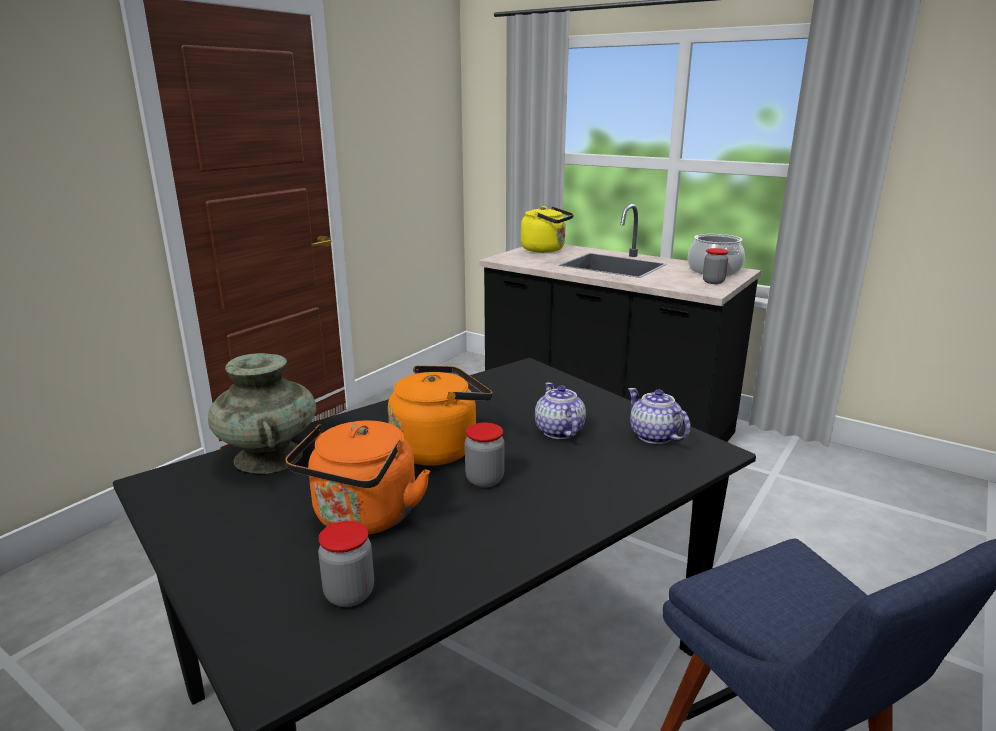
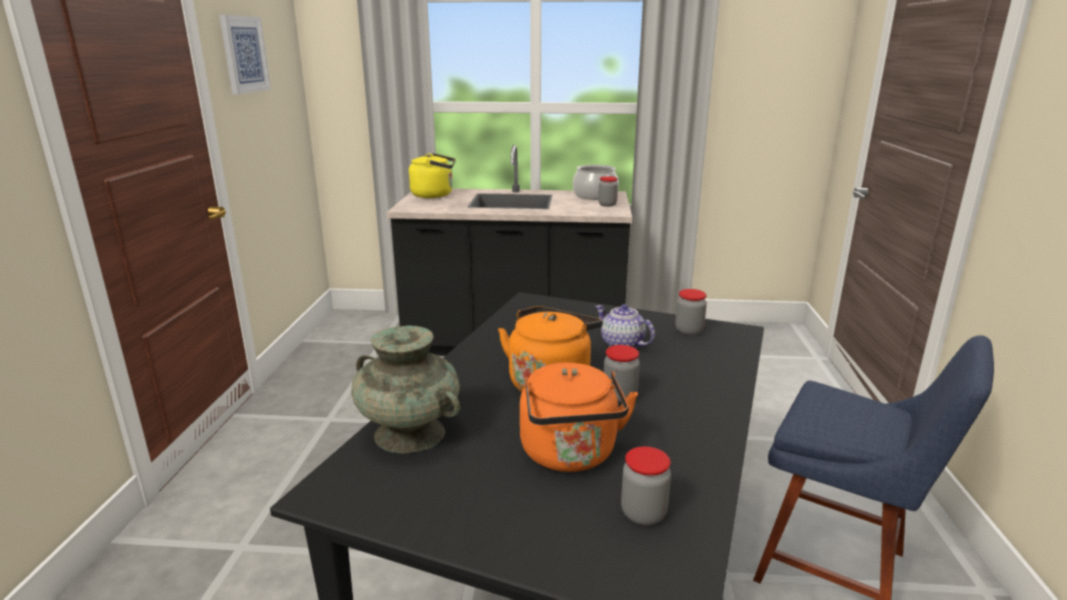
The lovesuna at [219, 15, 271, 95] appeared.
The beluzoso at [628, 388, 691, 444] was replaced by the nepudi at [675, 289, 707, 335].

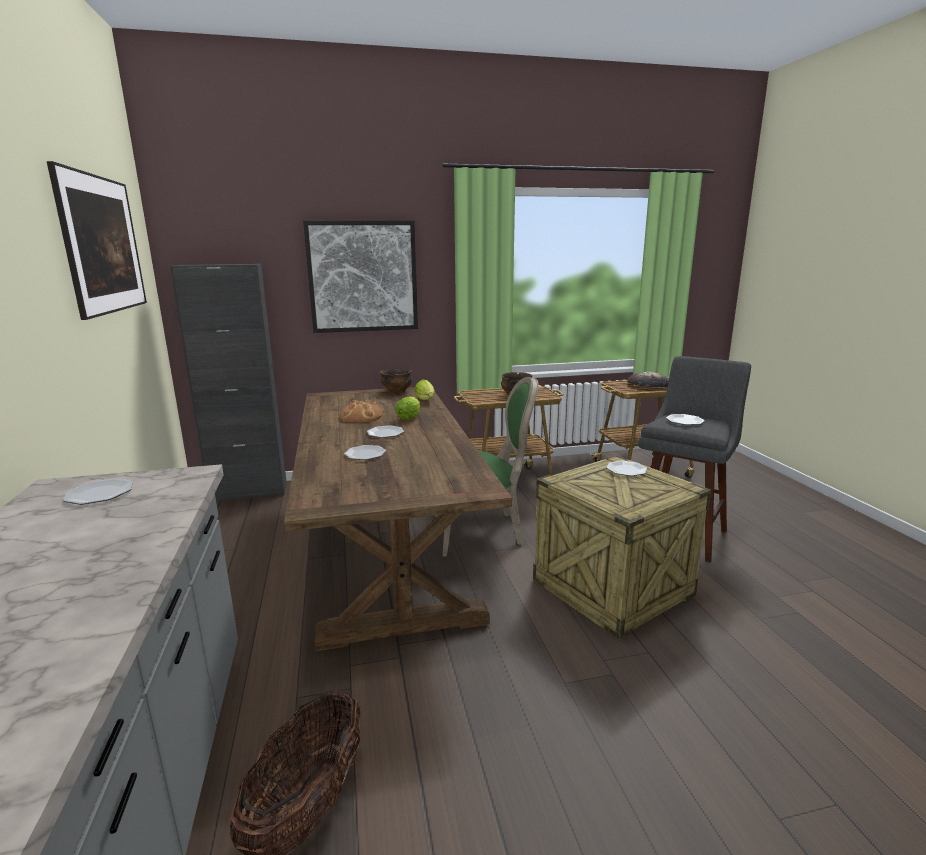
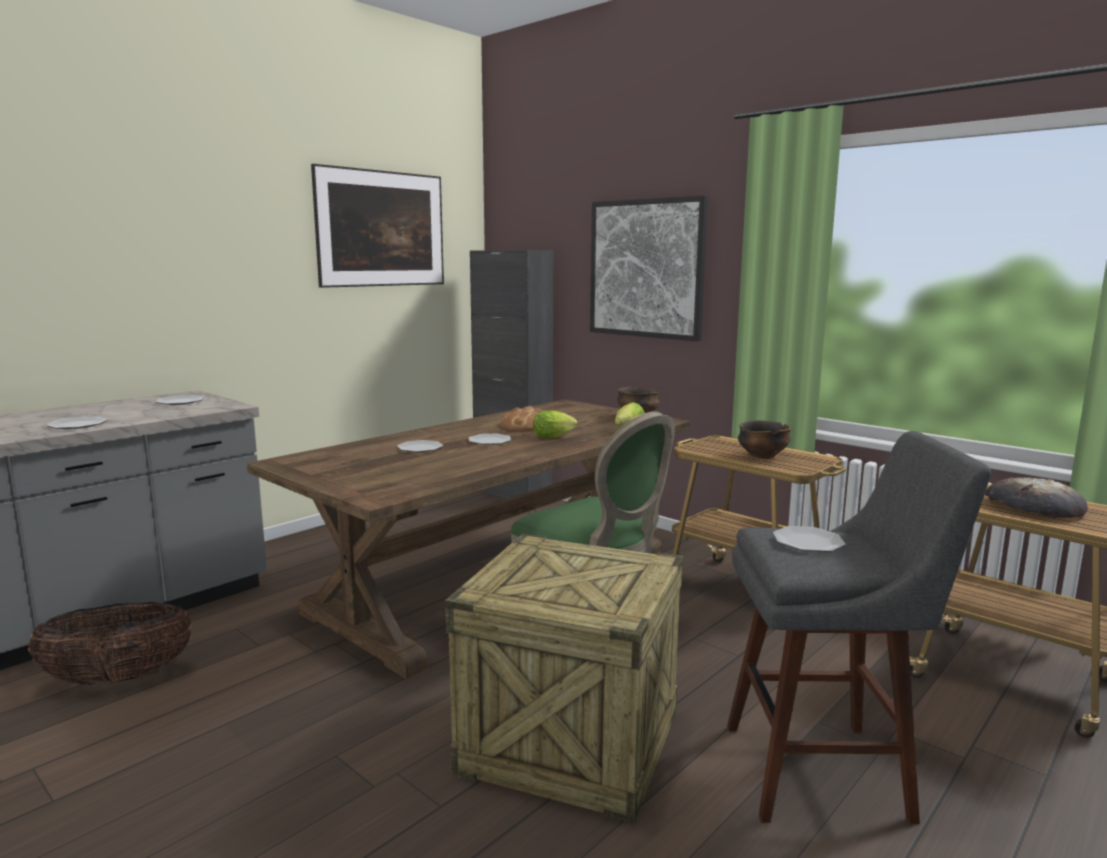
The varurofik moved from [606, 461, 647, 476] to [46, 417, 108, 429].

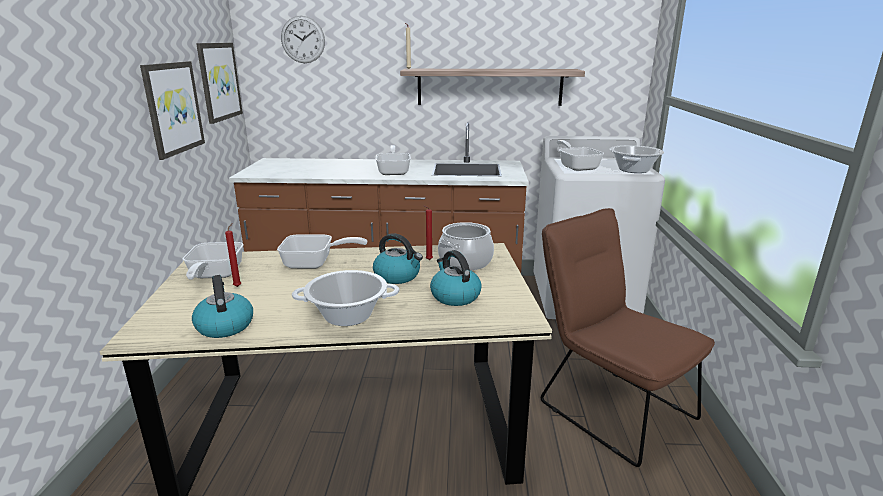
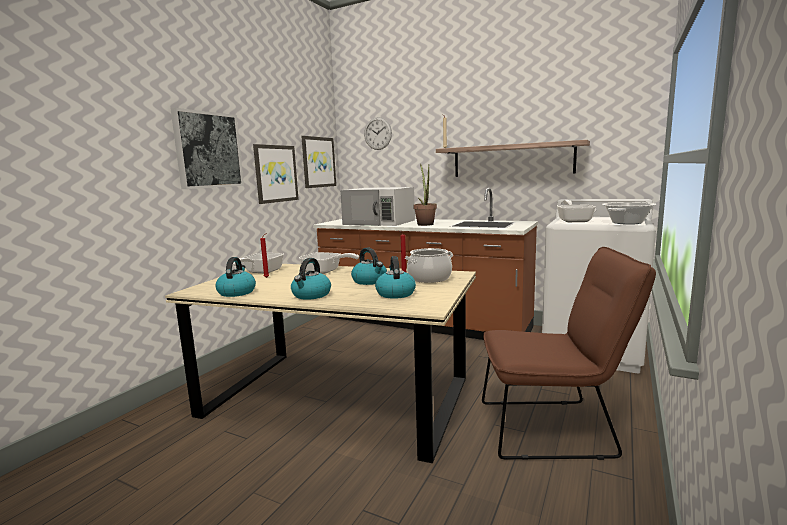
The lovesuna at [170, 108, 244, 189] appeared.
The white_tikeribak at [340, 187, 415, 226] appeared.
The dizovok at [292, 270, 399, 326] was replaced by the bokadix at [291, 258, 331, 300].
The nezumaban at [376, 145, 411, 175] was replaced by the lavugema at [414, 164, 437, 226].
The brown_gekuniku at [541, 208, 715, 467] turned 105 degrees clockwise.

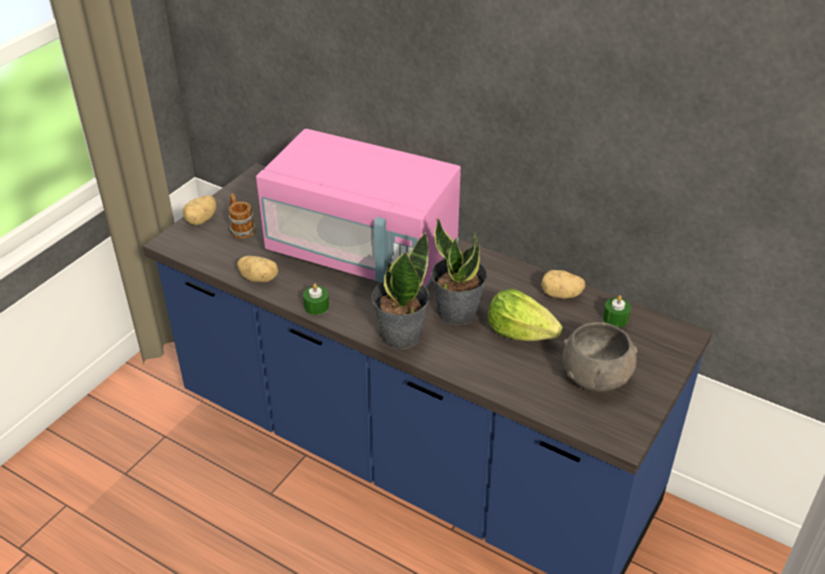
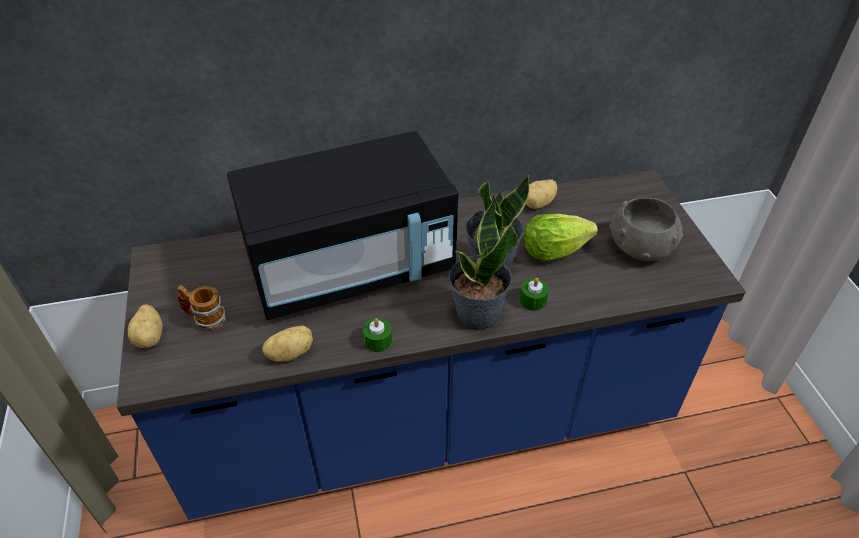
The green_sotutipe moved from [603, 295, 631, 327] to [520, 278, 549, 311].
The pink_tikeribak at [256, 129, 461, 288] became the black_tikeribak at [227, 131, 458, 320].

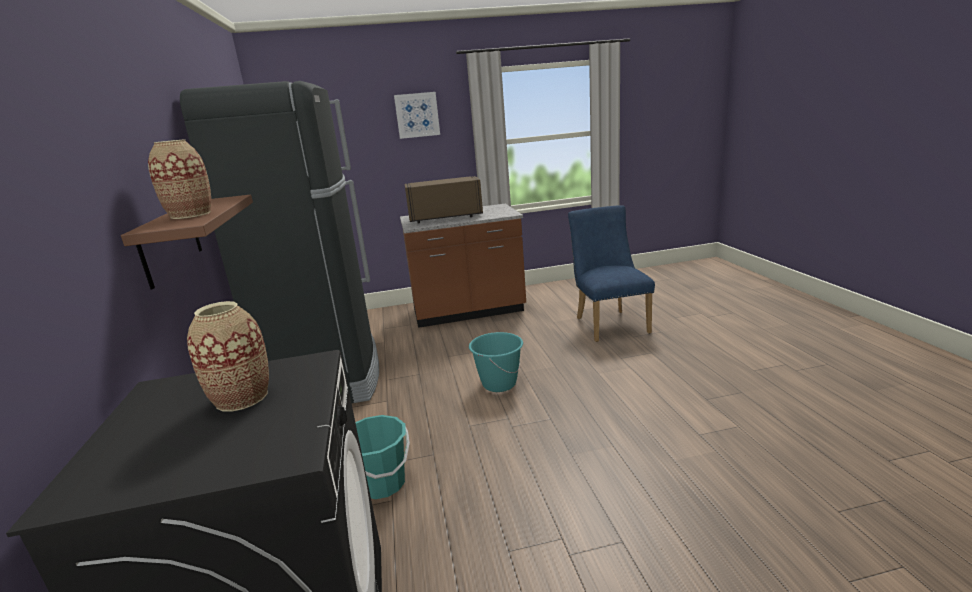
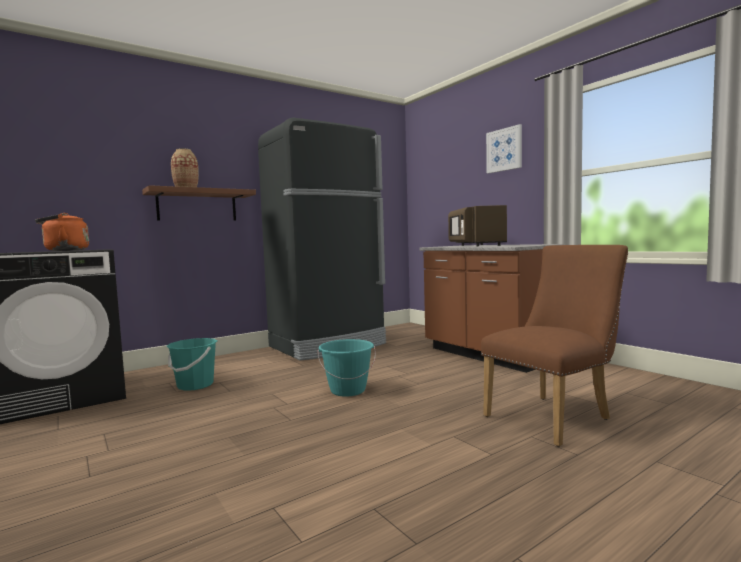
The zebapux at [187, 301, 269, 412] was replaced by the orange_bokadix at [35, 213, 89, 251].
The blue_gekuniku at [568, 205, 655, 342] became the brown_gekuniku at [481, 245, 628, 447].
The brown_tikeribak at [405, 176, 483, 224] turned 150 degrees counterclockwise.

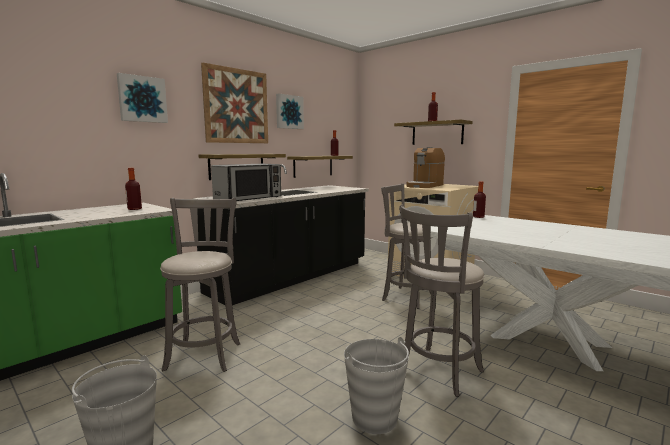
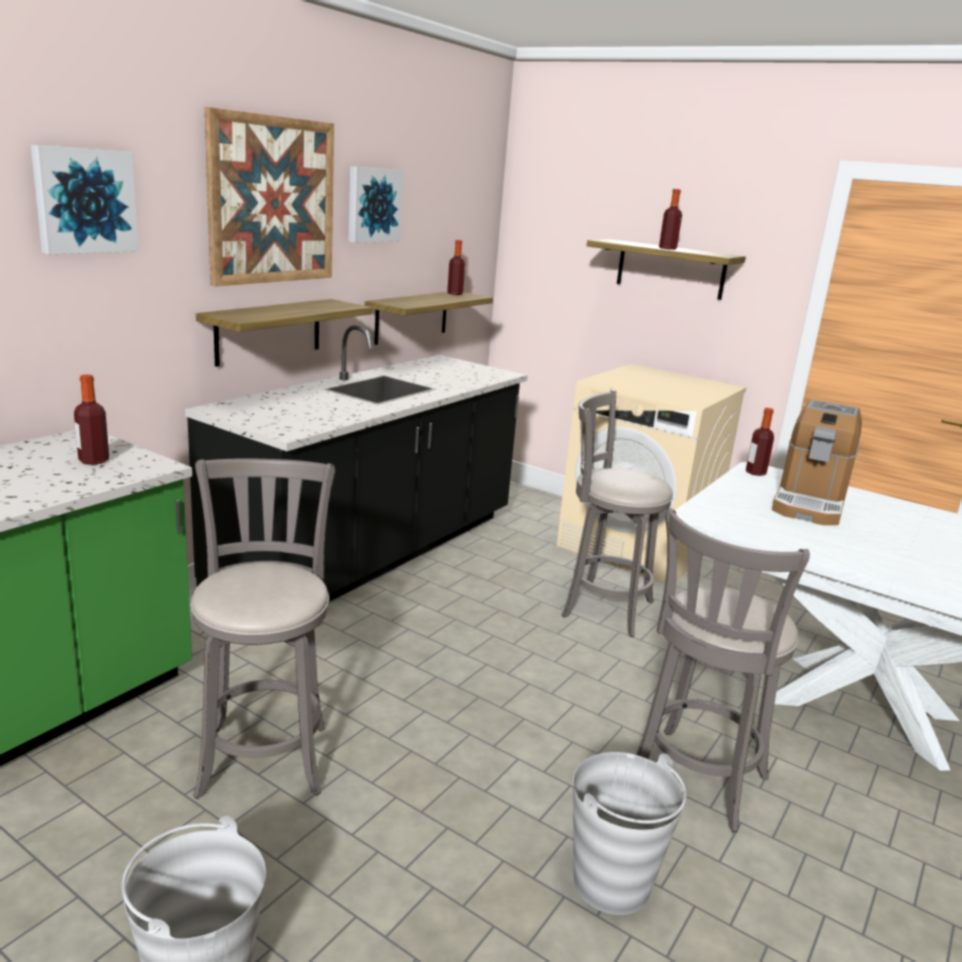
The tikeribak at [211, 164, 281, 201] disappeared.
The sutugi moved from [406, 147, 445, 188] to [772, 399, 862, 525].

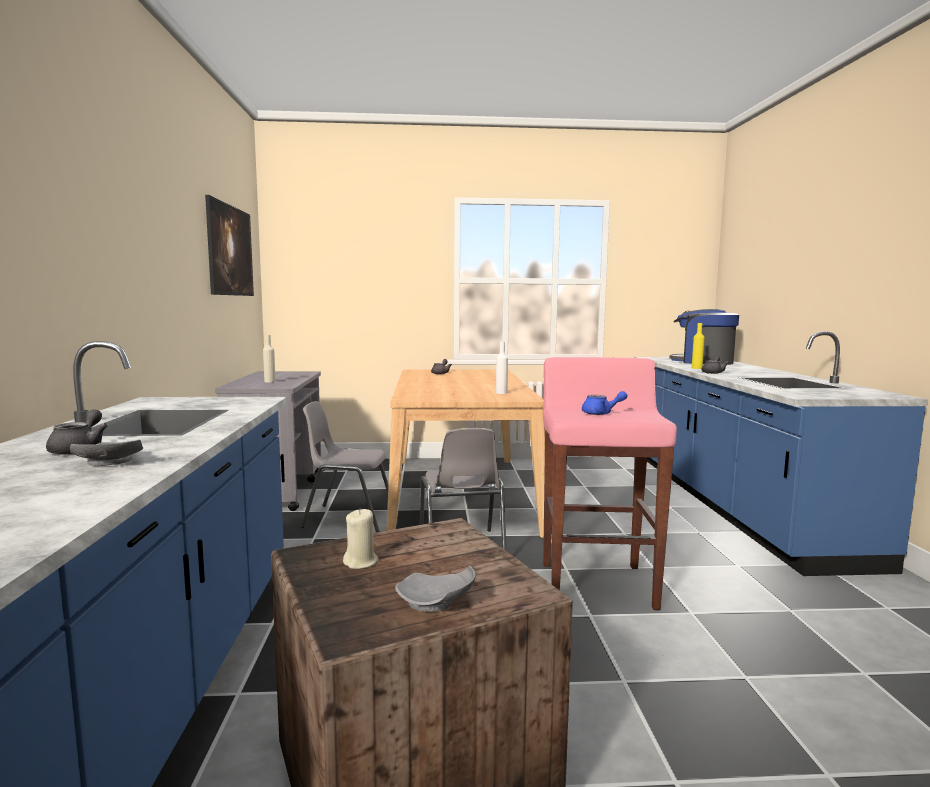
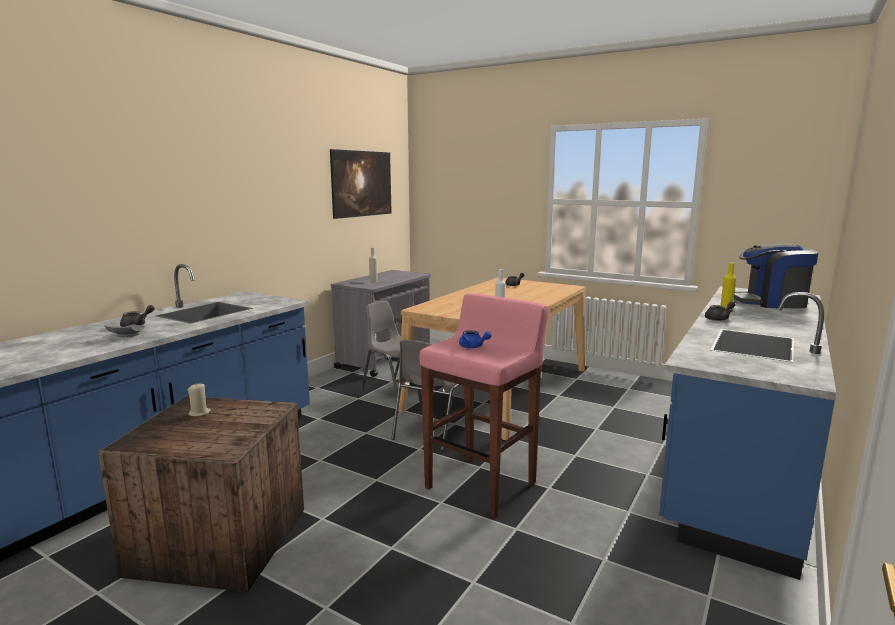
The grey_varurofik at [395, 566, 475, 612] disappeared.
The sutugi at [669, 309, 739, 365] turned 60 degrees counterclockwise.

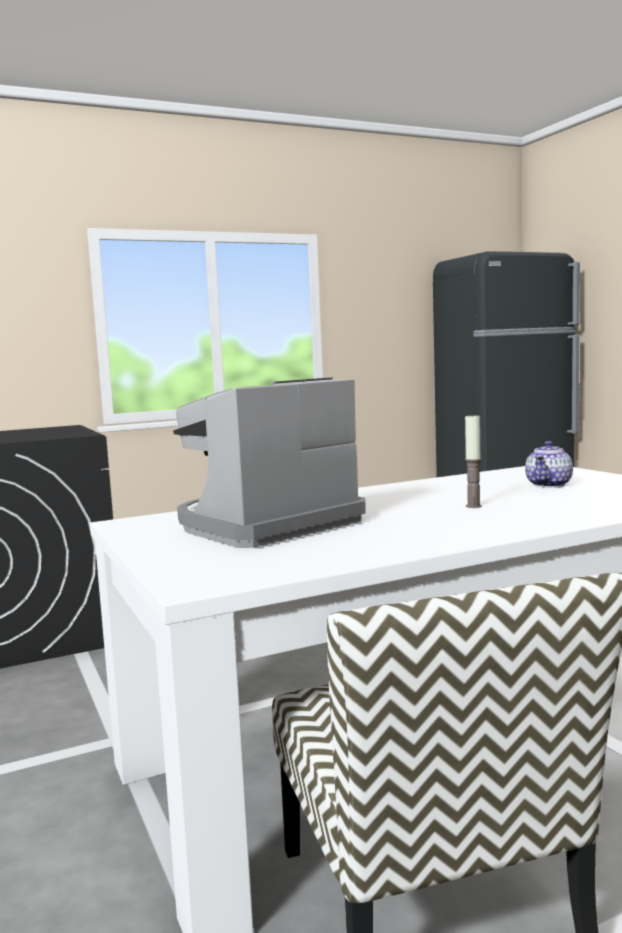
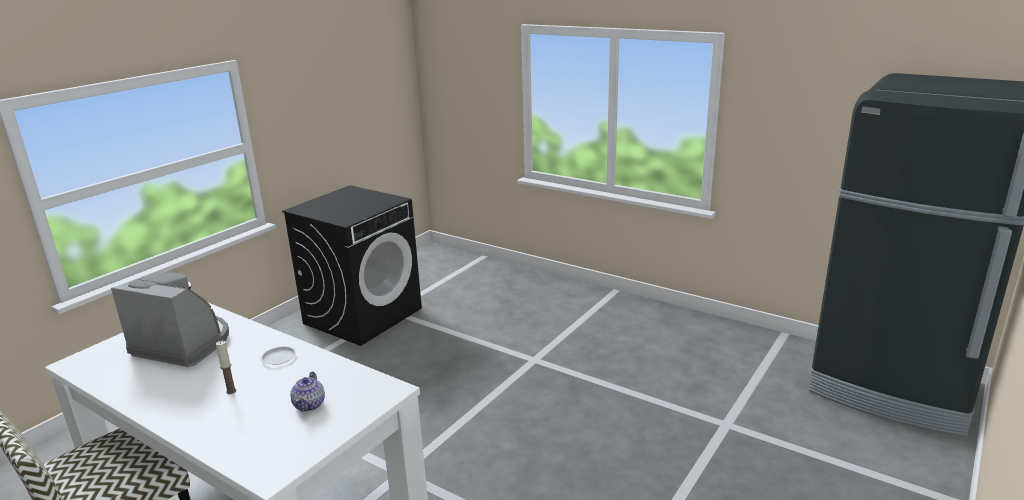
The white_varurofik at [260, 346, 296, 365] appeared.
The beluzoso at [525, 441, 573, 488] turned 90 degrees counterclockwise.

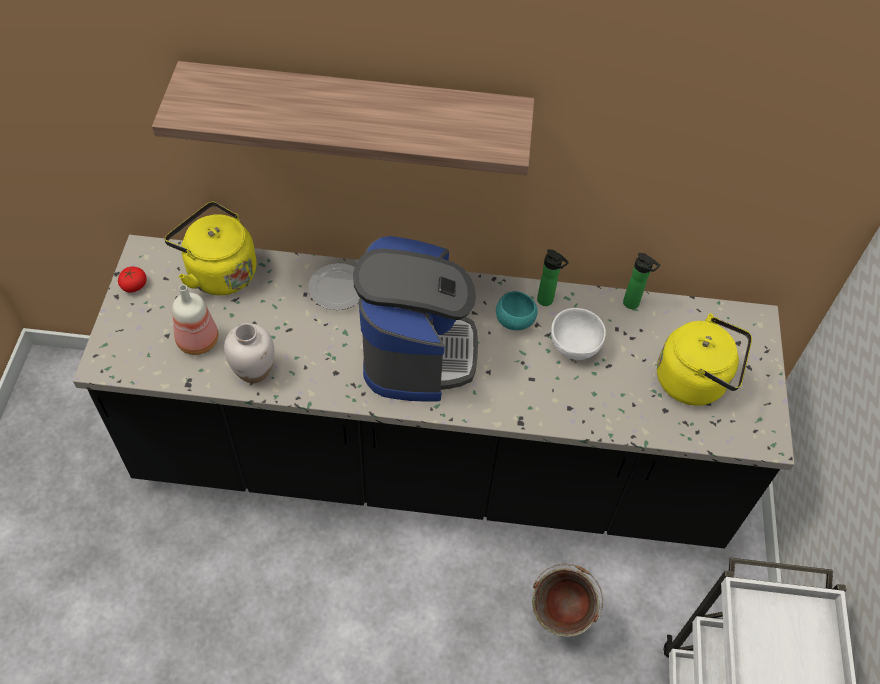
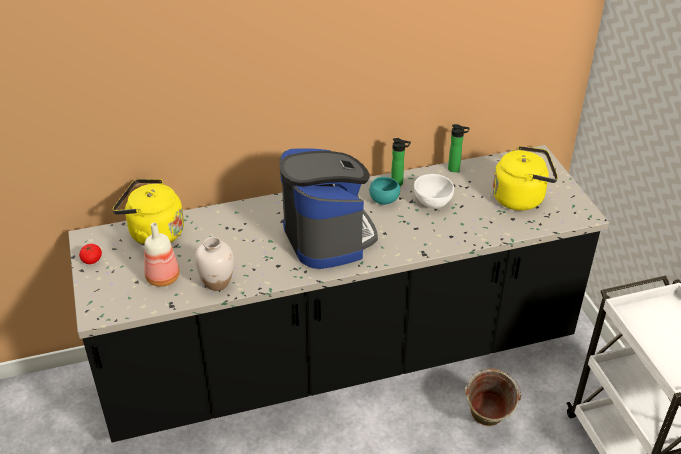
The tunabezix at [152, 61, 534, 175] disappeared.
The varurofik at [308, 263, 360, 310] disappeared.

